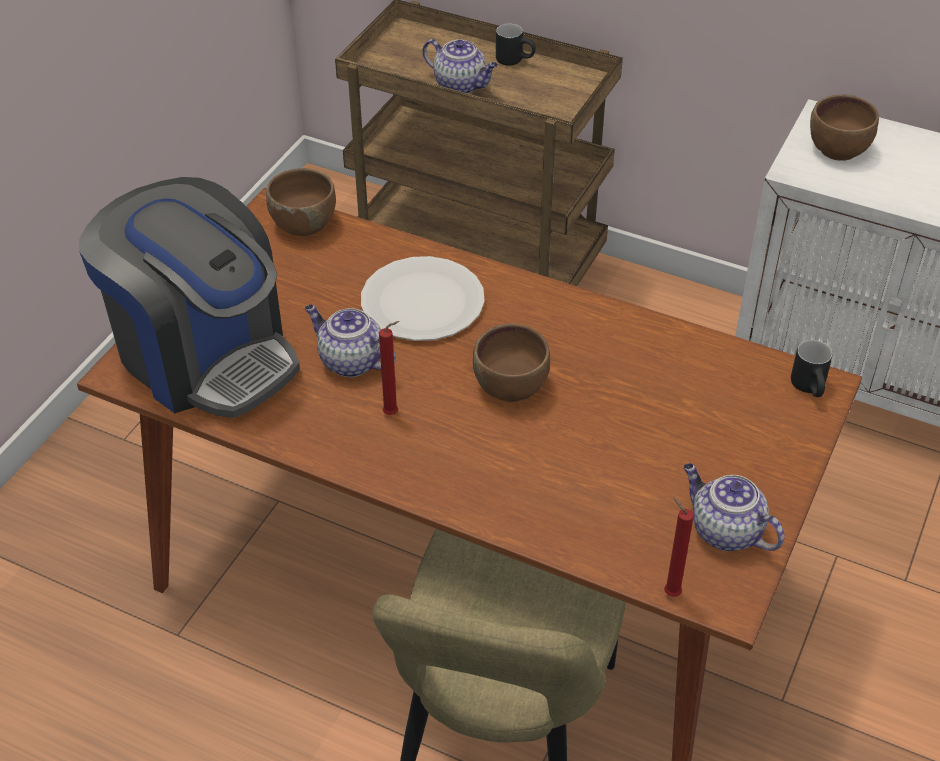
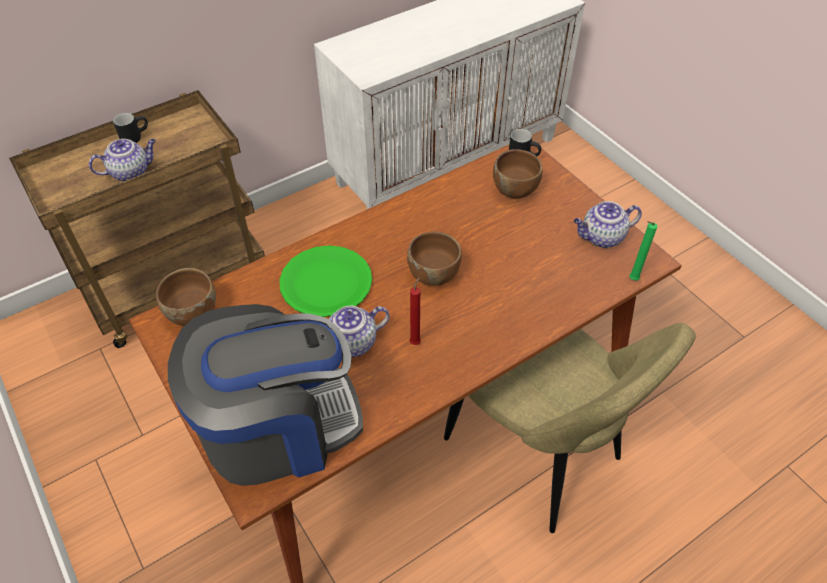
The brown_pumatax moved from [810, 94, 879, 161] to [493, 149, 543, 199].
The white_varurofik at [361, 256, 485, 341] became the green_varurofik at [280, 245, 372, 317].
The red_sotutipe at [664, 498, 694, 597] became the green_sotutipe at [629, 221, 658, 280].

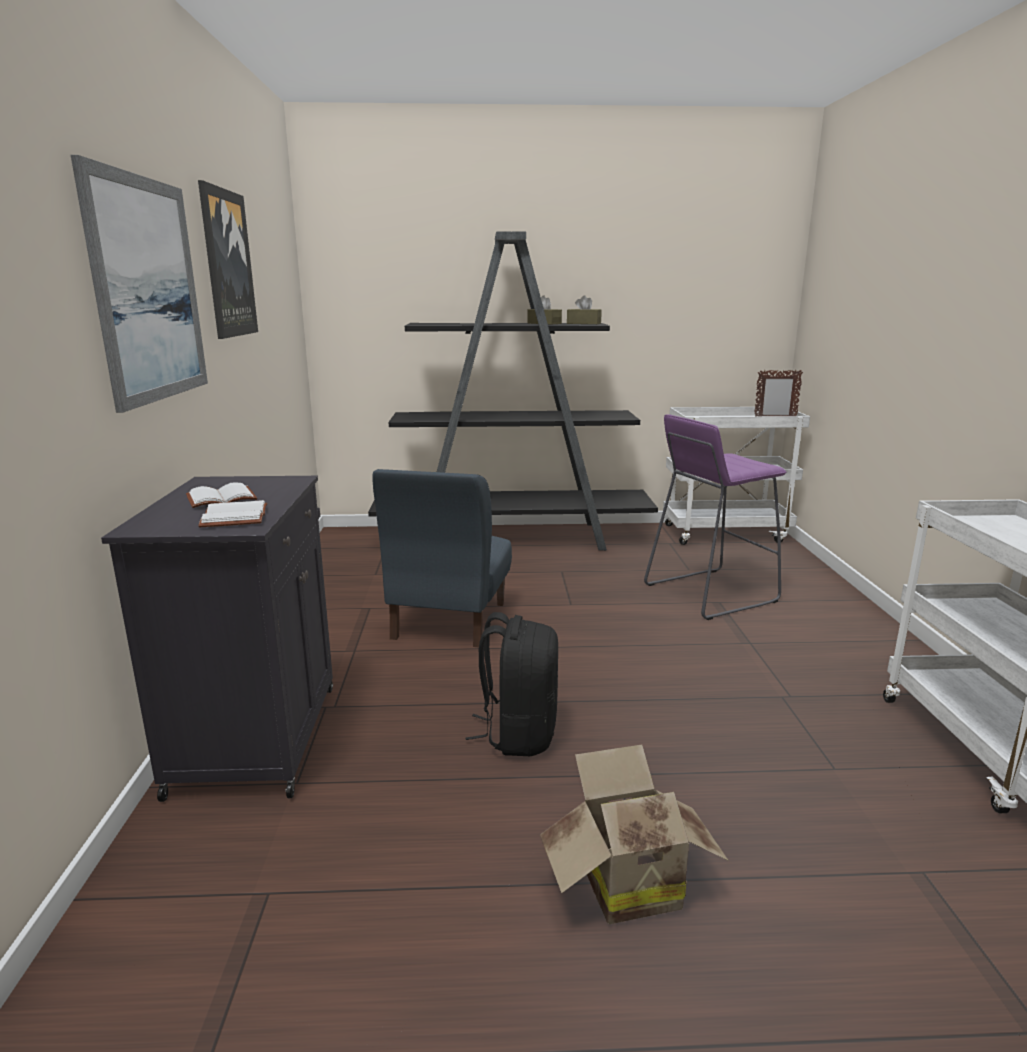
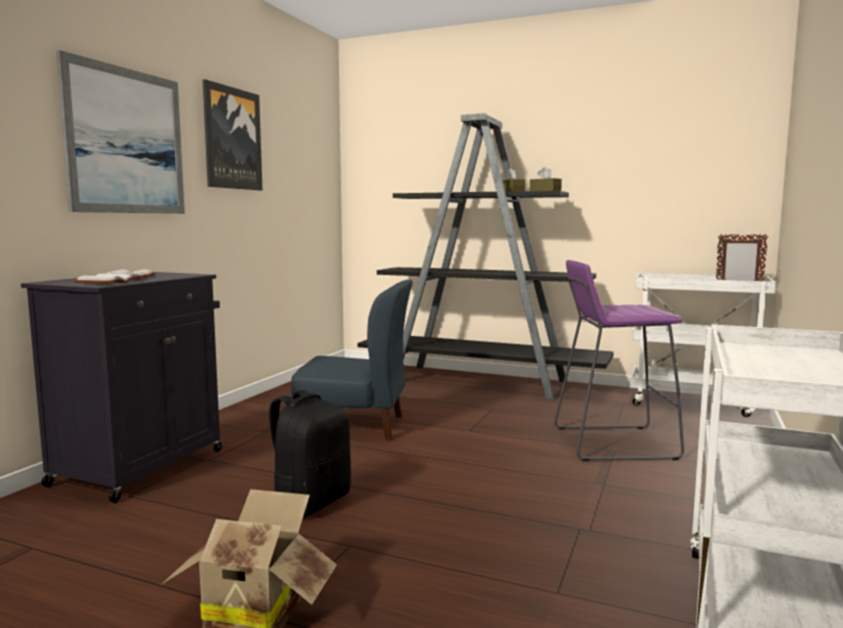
The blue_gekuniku at [372, 469, 512, 647] turned 120 degrees counterclockwise.

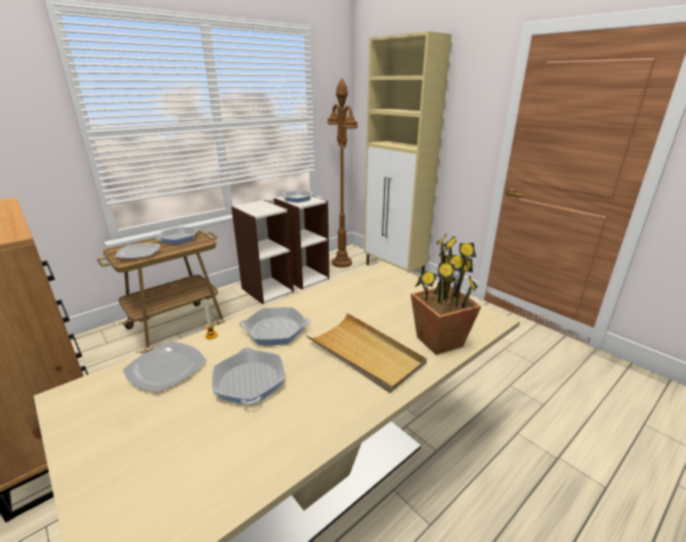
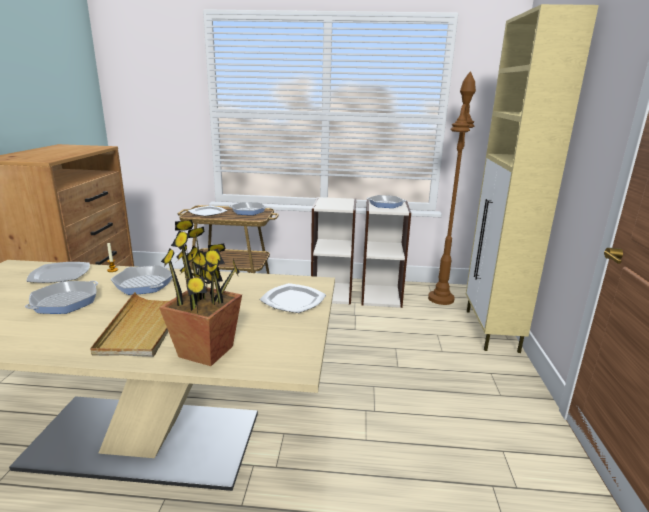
The varurofik at [259, 283, 326, 313] appeared.

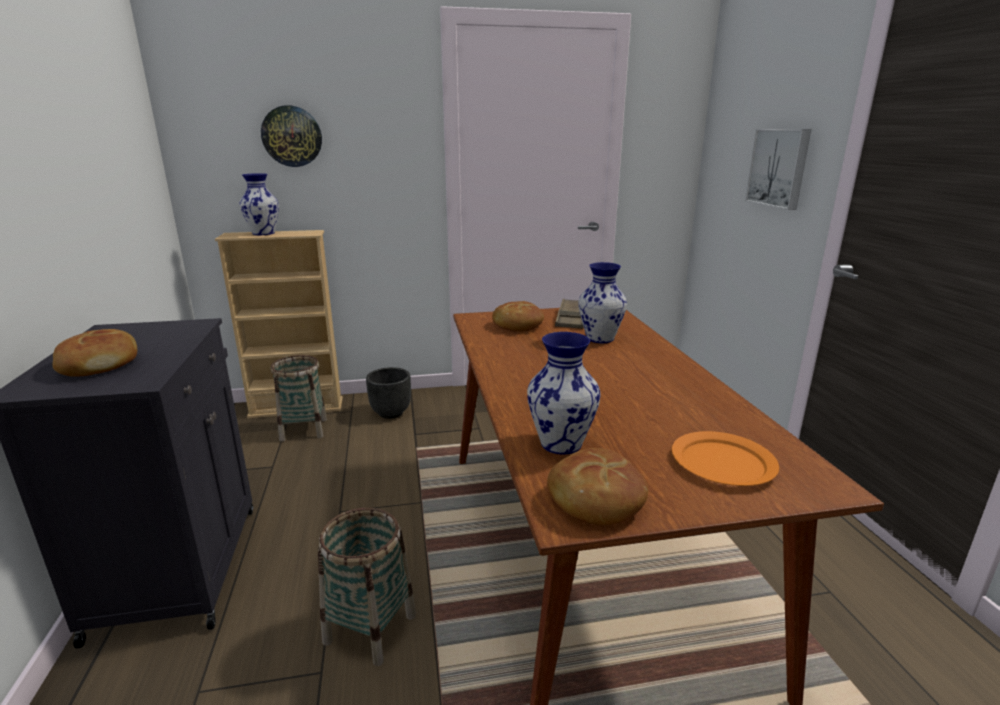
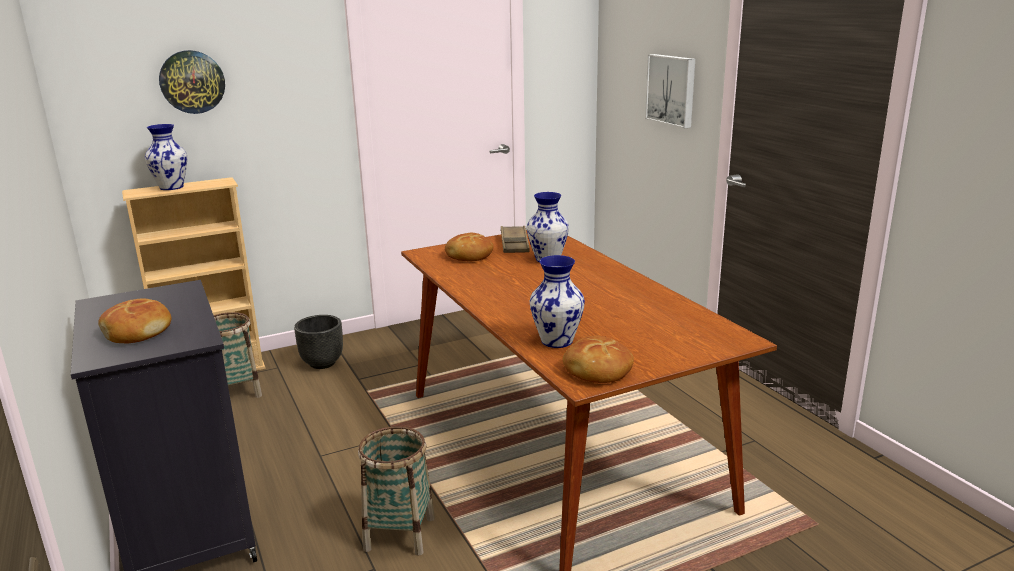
The orange_varurofik at [672, 431, 779, 486] disappeared.

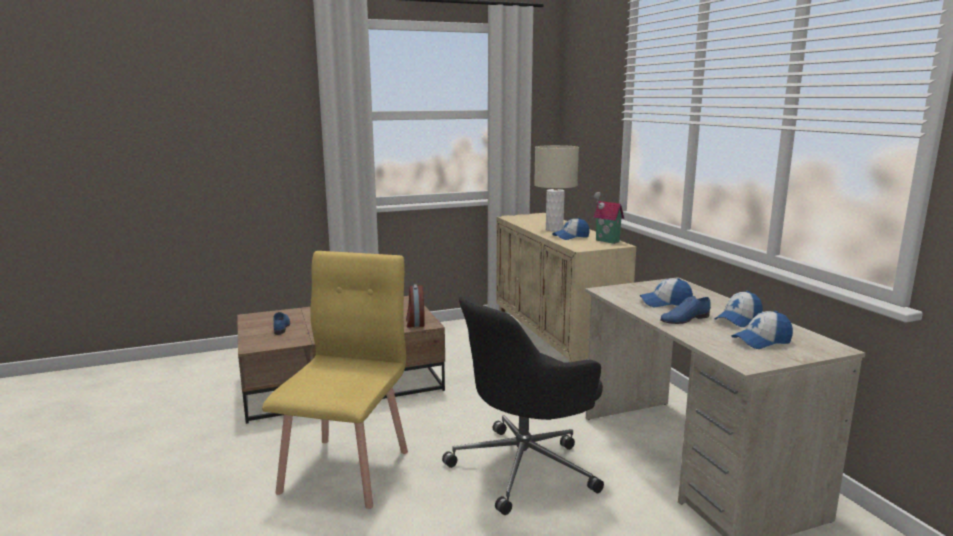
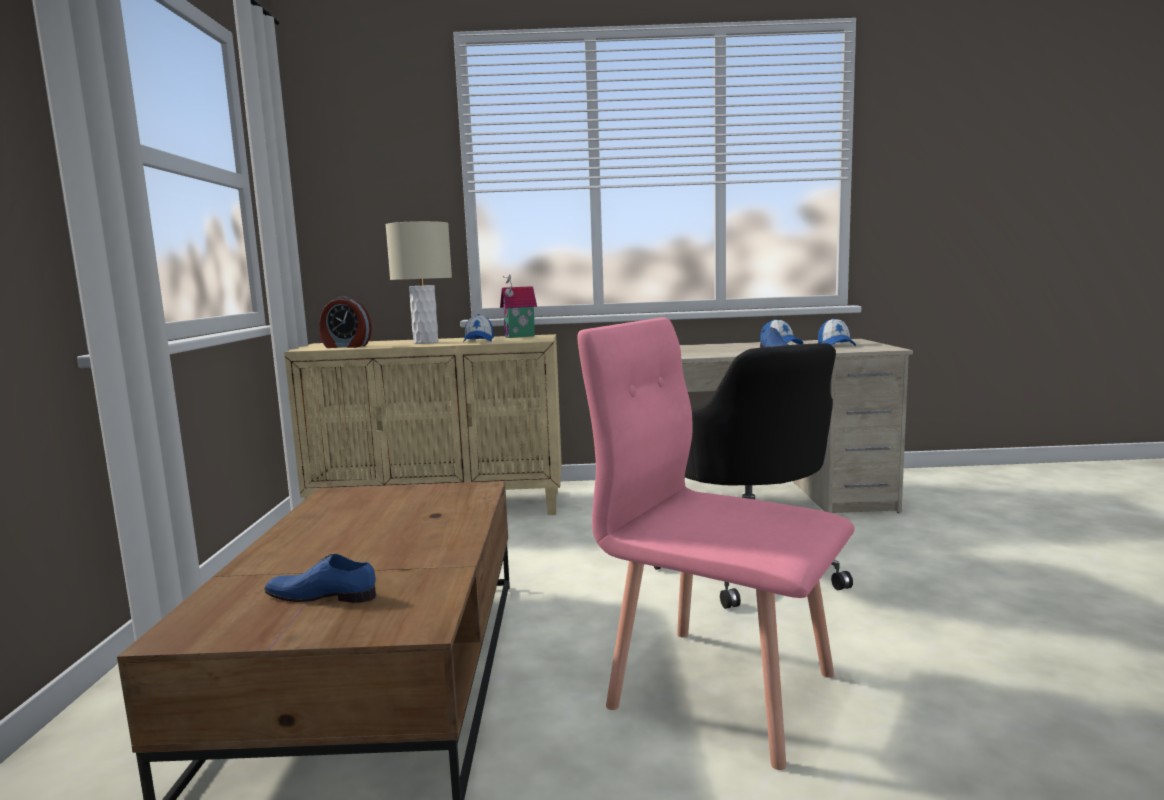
The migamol at [640, 278, 693, 307] disappeared.
The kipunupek moved from [406, 284, 425, 328] to [319, 296, 372, 348].
The yellow_gekuniku at [262, 251, 408, 509] became the pink_gekuniku at [578, 317, 854, 770].

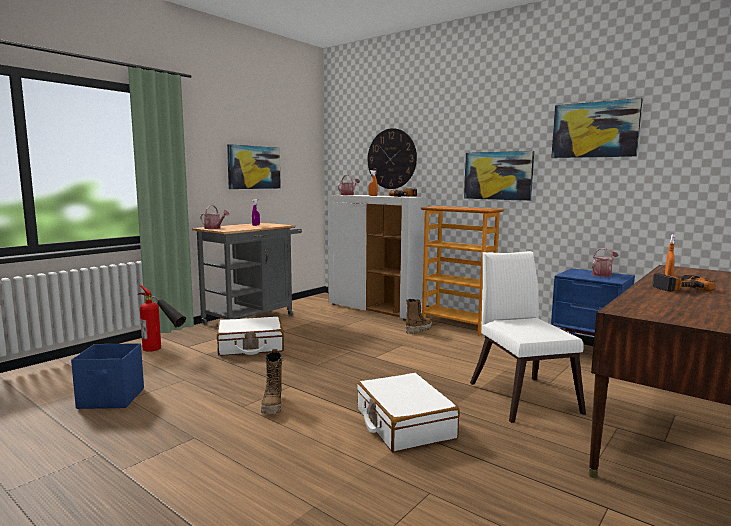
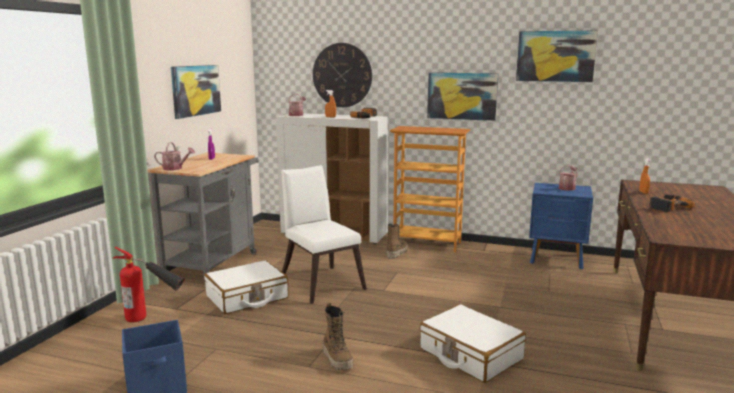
The white_gekuniku moved from [470, 251, 586, 423] to [281, 165, 367, 304].

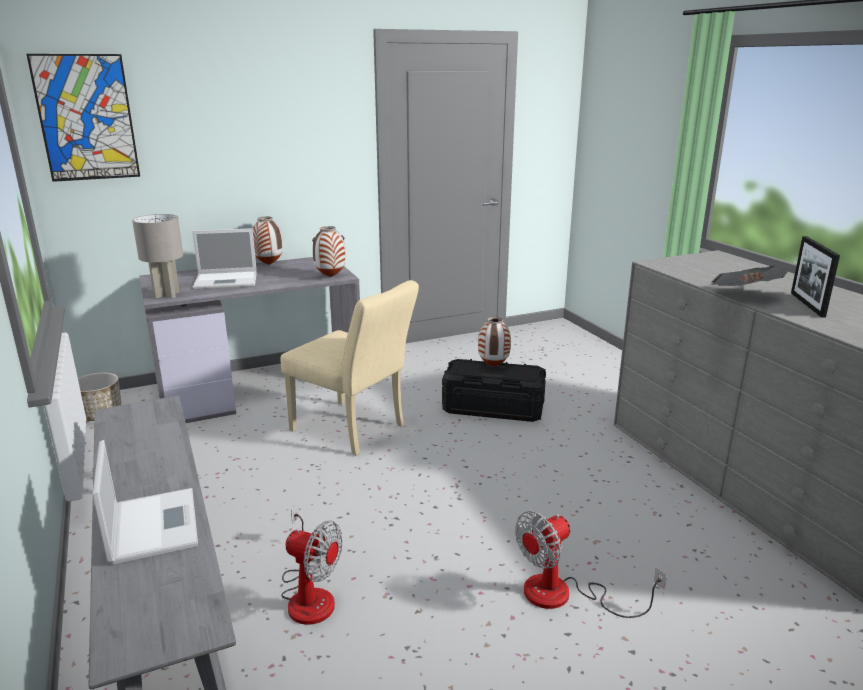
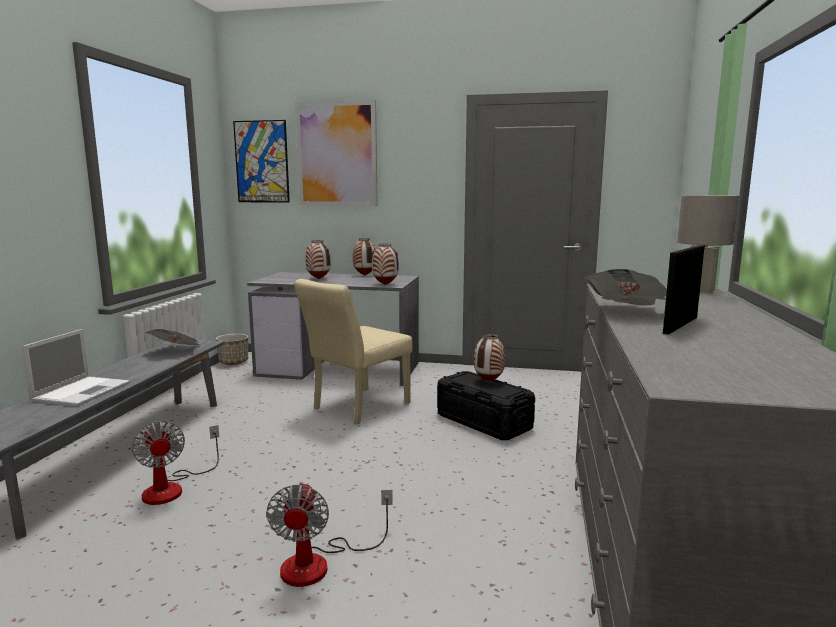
The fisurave at [146, 329, 200, 345] appeared.
The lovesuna at [295, 100, 378, 206] appeared.
The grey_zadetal moved from [132, 214, 183, 298] to [677, 195, 739, 293].
The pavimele at [192, 228, 257, 290] was replaced by the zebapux at [306, 240, 331, 279].
The beige_gekuniku at [281, 280, 419, 456] turned 60 degrees clockwise.
The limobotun at [515, 511, 667, 618] turned 90 degrees counterclockwise.

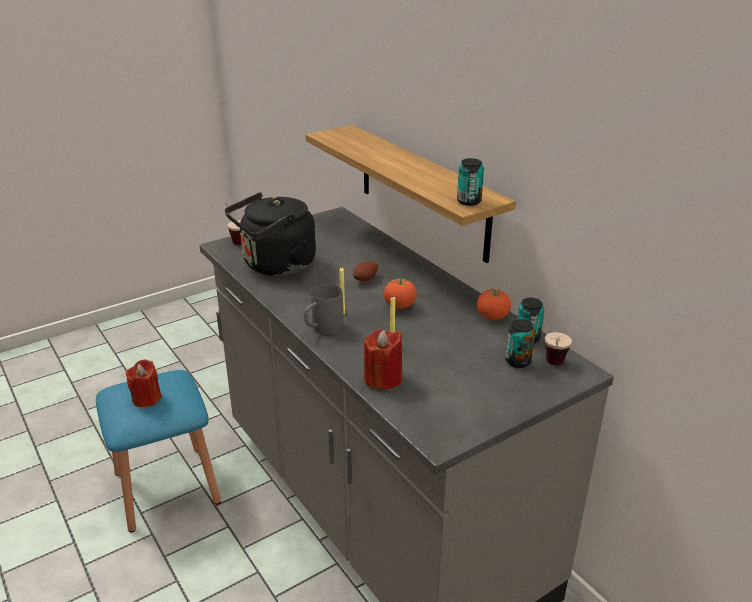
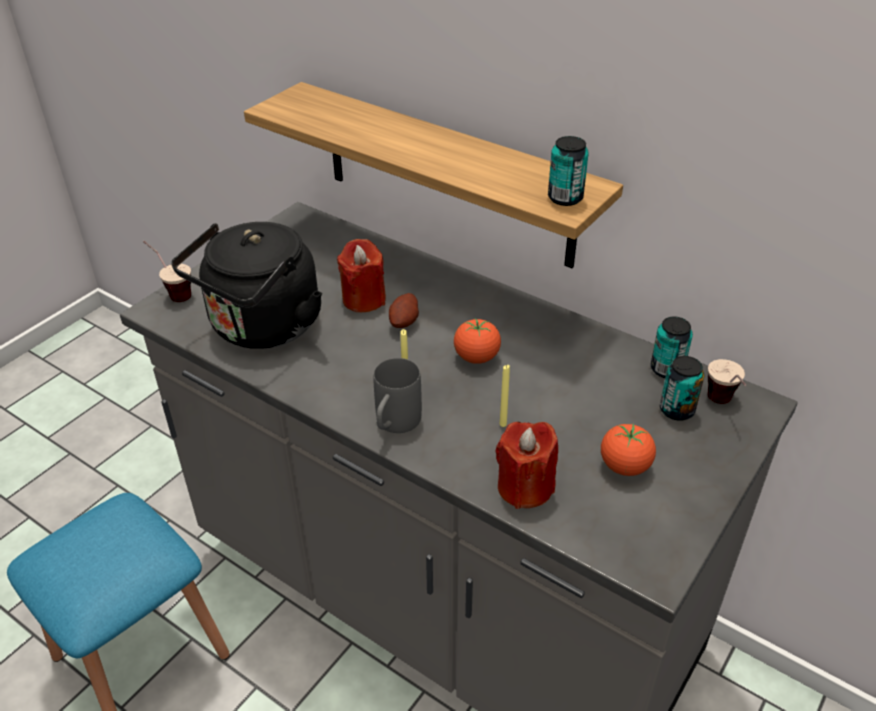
The red_sotutipe moved from [126, 360, 161, 407] to [337, 239, 386, 312].
The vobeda moved from [477, 288, 511, 320] to [601, 424, 656, 476].

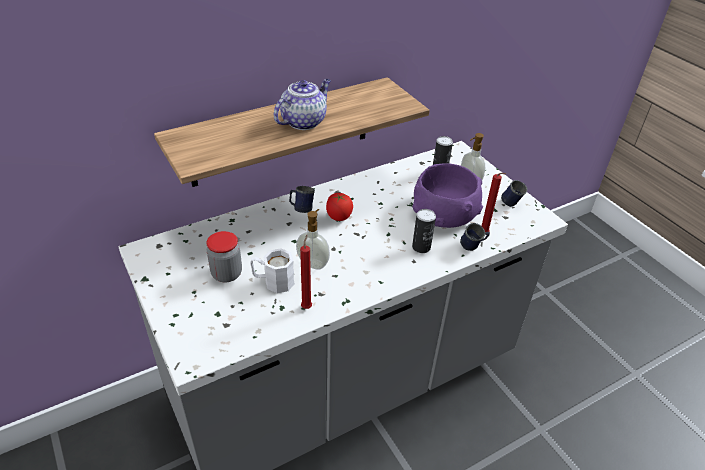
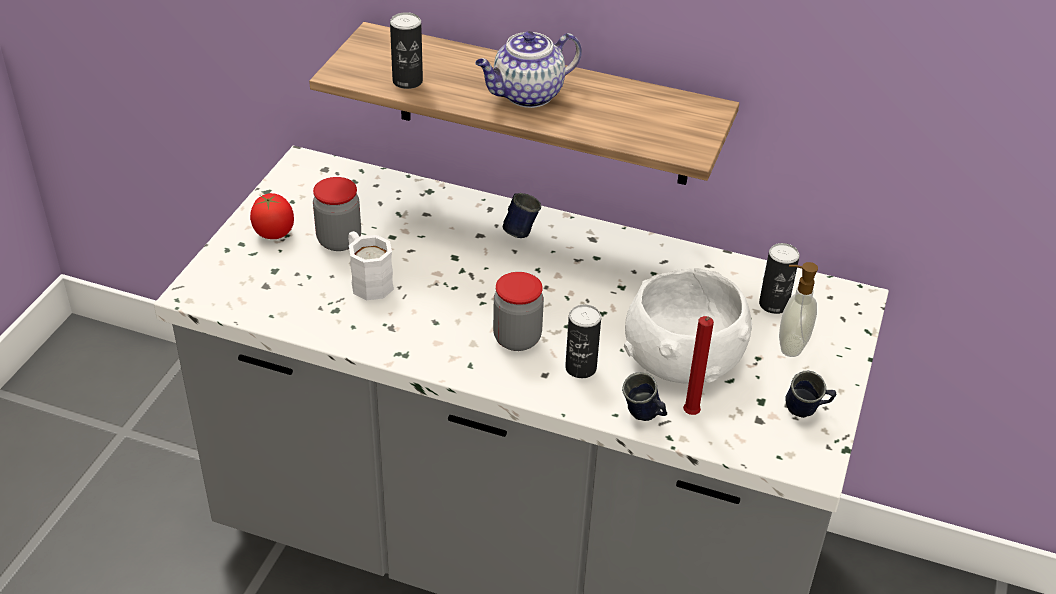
The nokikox at [296, 209, 330, 270] disappeared.
The red_sotutipe at [300, 235, 312, 309] disappeared.
The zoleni at [390, 12, 423, 89] appeared.
The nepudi at [493, 272, 544, 351] appeared.
The vobeda moved from [326, 193, 353, 221] to [250, 193, 294, 239].
The purple_pumatax at [412, 163, 483, 228] became the white_pumatax at [624, 268, 752, 384].
The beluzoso at [274, 79, 331, 130] turned 150 degrees clockwise.

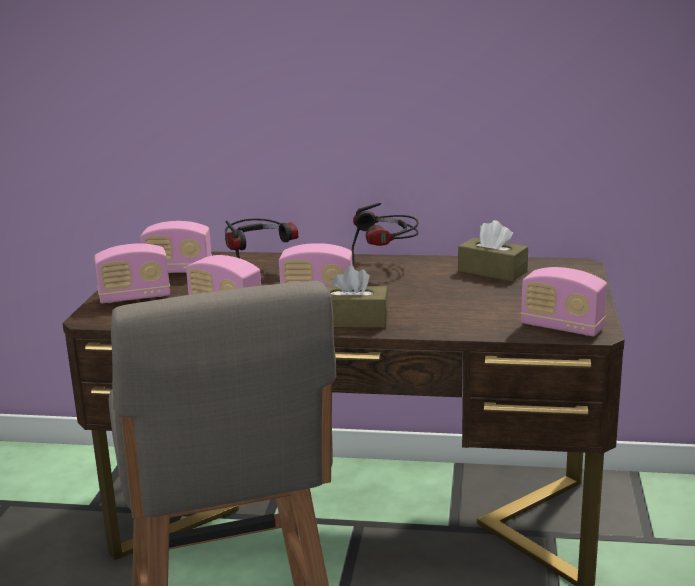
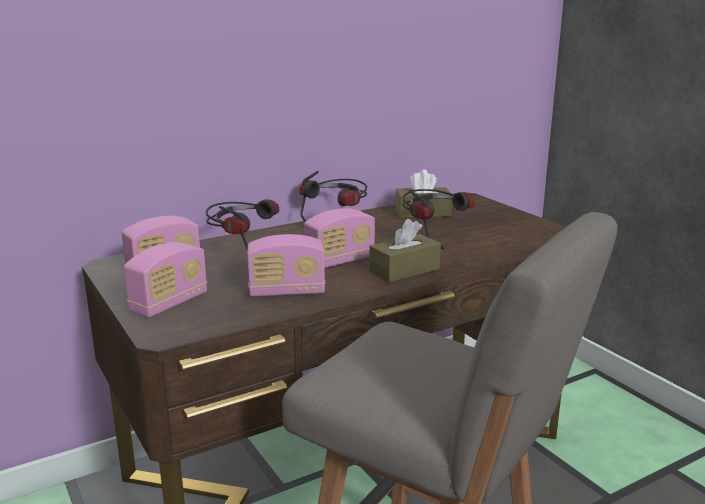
The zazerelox at [521, 267, 607, 336] disappeared.
The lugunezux at [402, 189, 474, 249] appeared.

